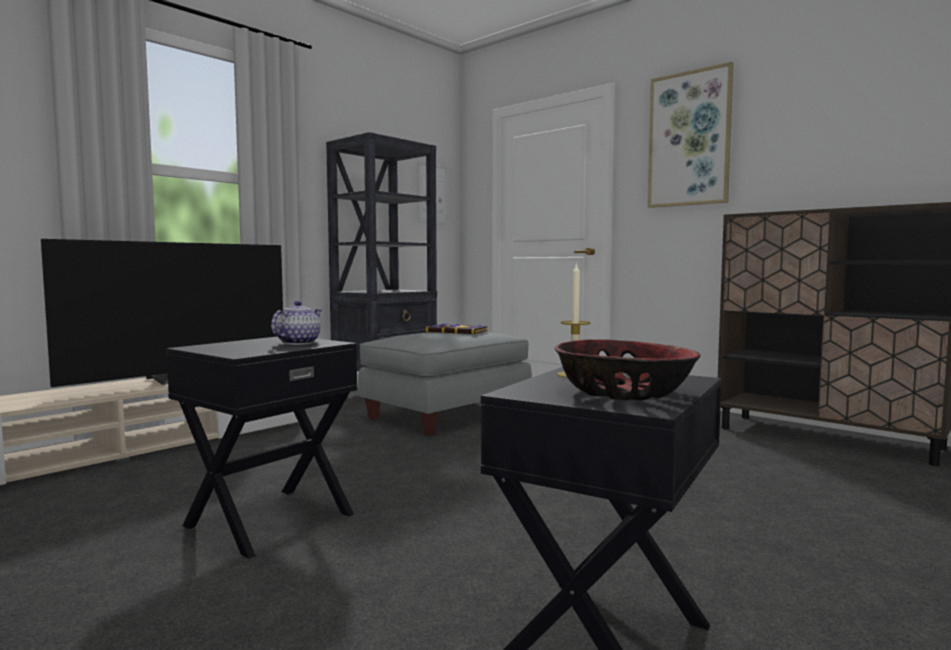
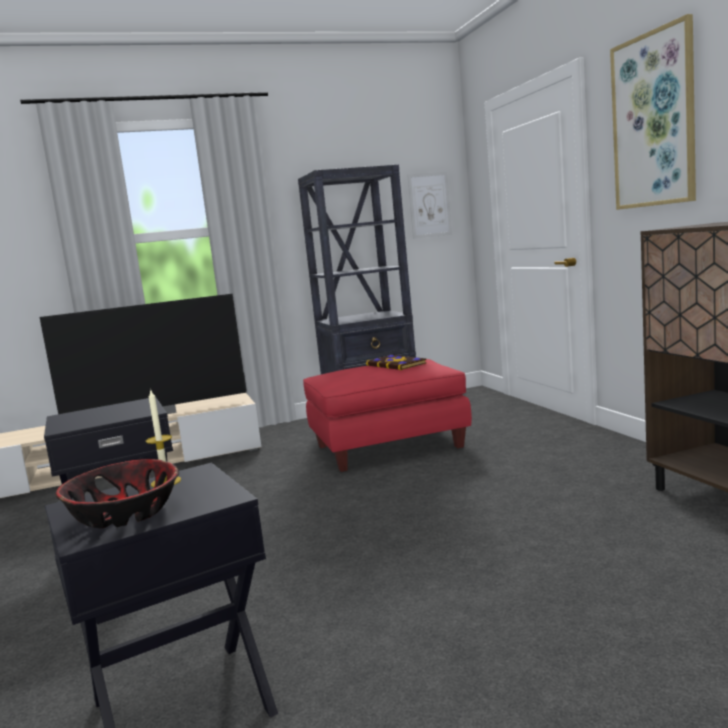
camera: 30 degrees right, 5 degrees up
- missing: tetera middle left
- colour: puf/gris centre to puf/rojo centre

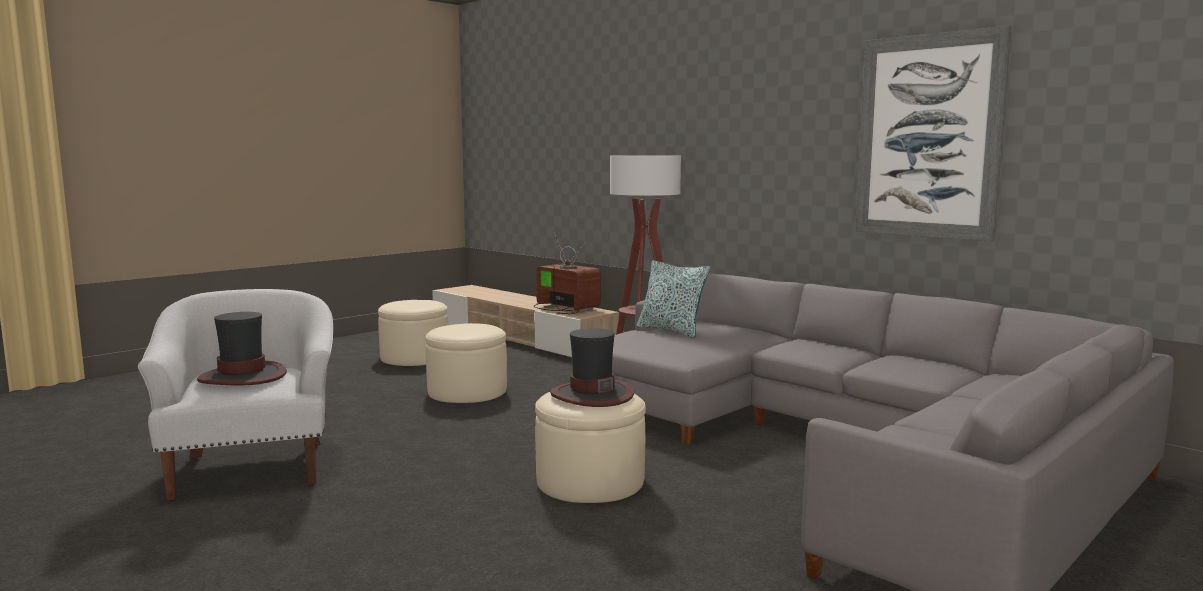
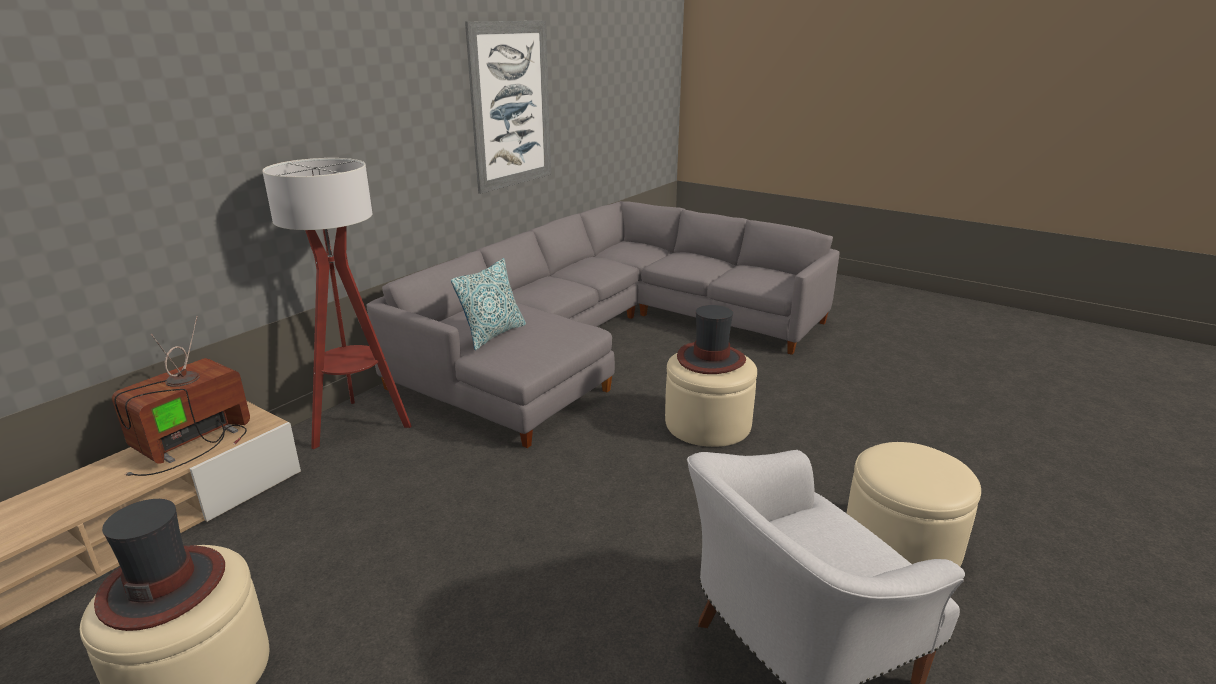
camera: 100 degrees left, 15 degrees up
- relocated: sombrero (no. 1 from left) middle left to bottom left
- relocated: puf/beis (no. 2 from left in the first image) centre to puf/beis (no. 3 from left) bottom right

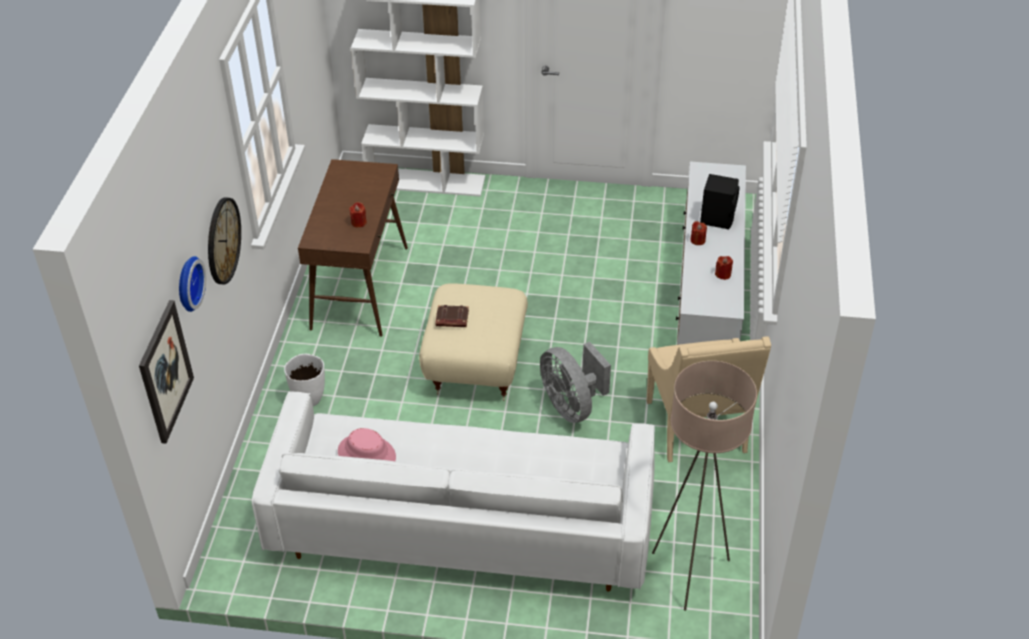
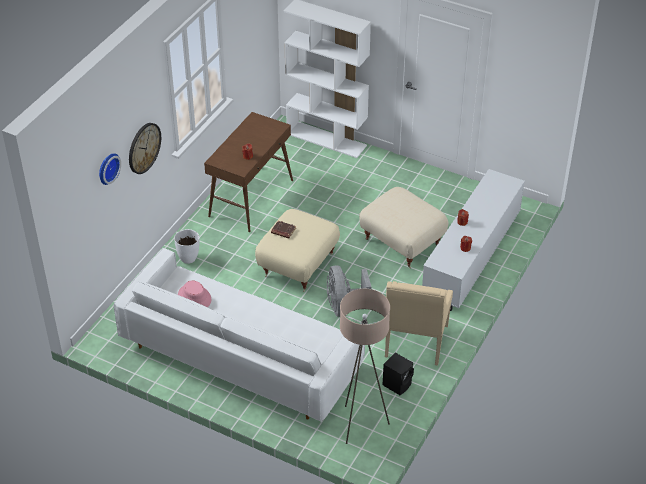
camera: 20 degrees right, 0 degrees up
- missing: cuadro middle left
- relocated: altavoz/negro top right to bottom centre
- appeared: puf/beis (no. 2 from left) centre

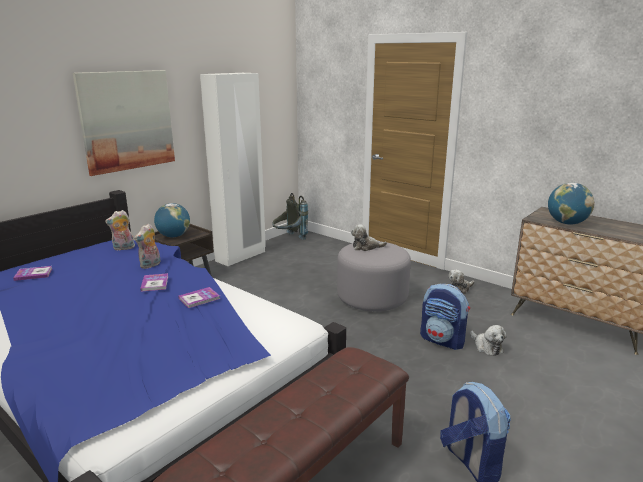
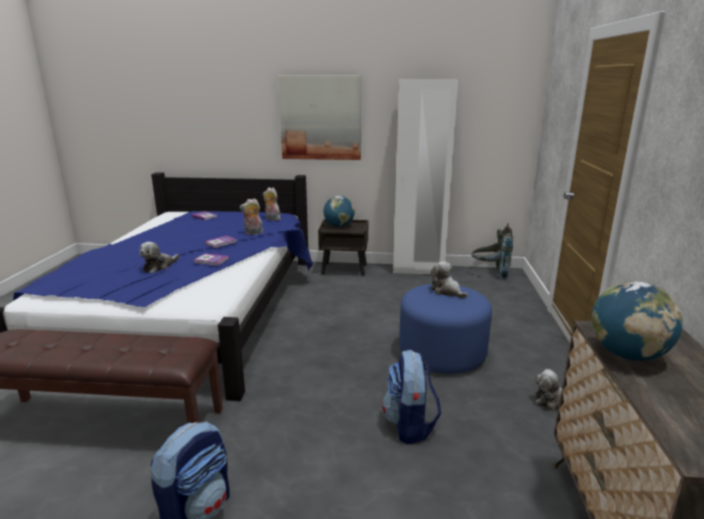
camera: 55 degrees right, 0 degrees up
- colour: puf/gris centre to puf/azul centre
- relocated: peluche (no. 5 from left in the first image) bottom right to peluche (no. 1 from left) middle left

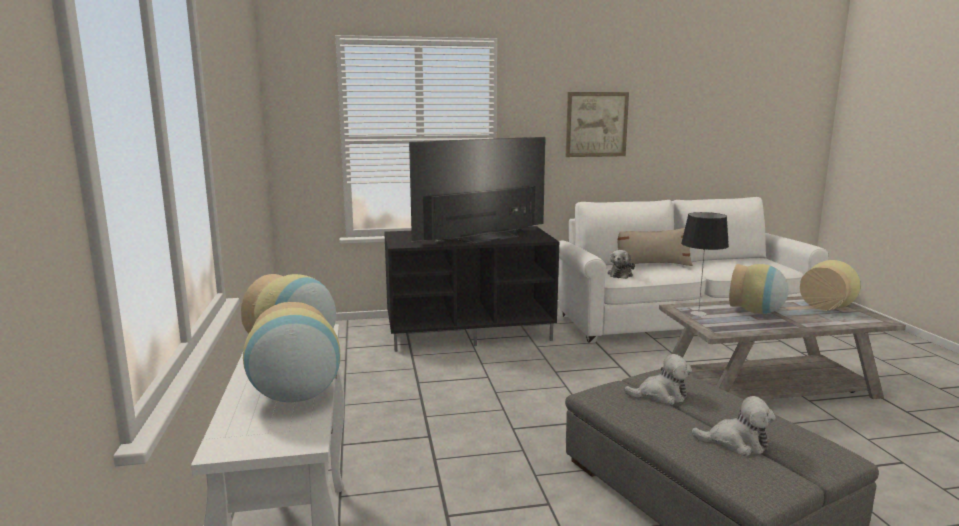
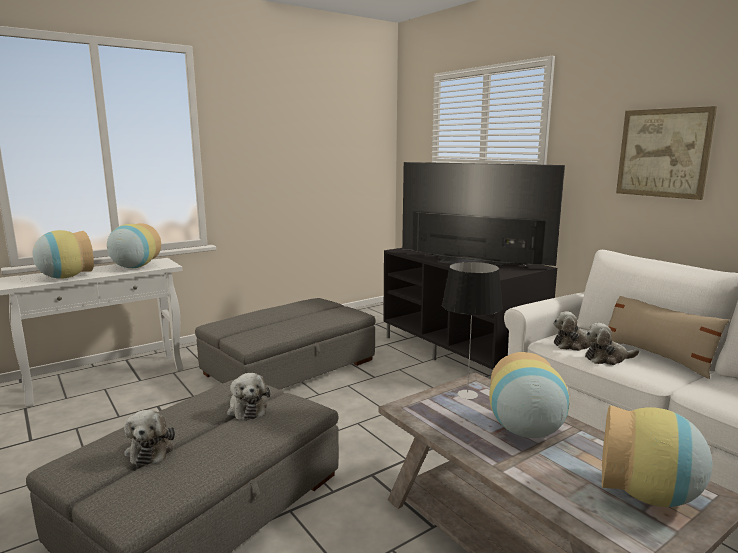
camera: 65 degrees right, 0 degrees up
- appeared: puf/gris (no. 2 from left) centre
- appeared: peluche (no. 4 from left) middle right

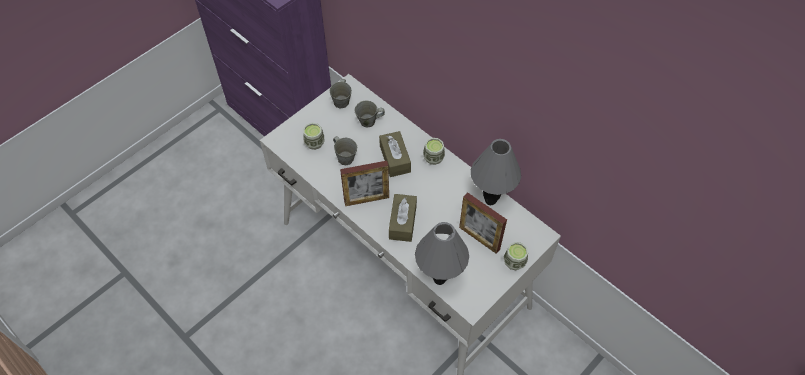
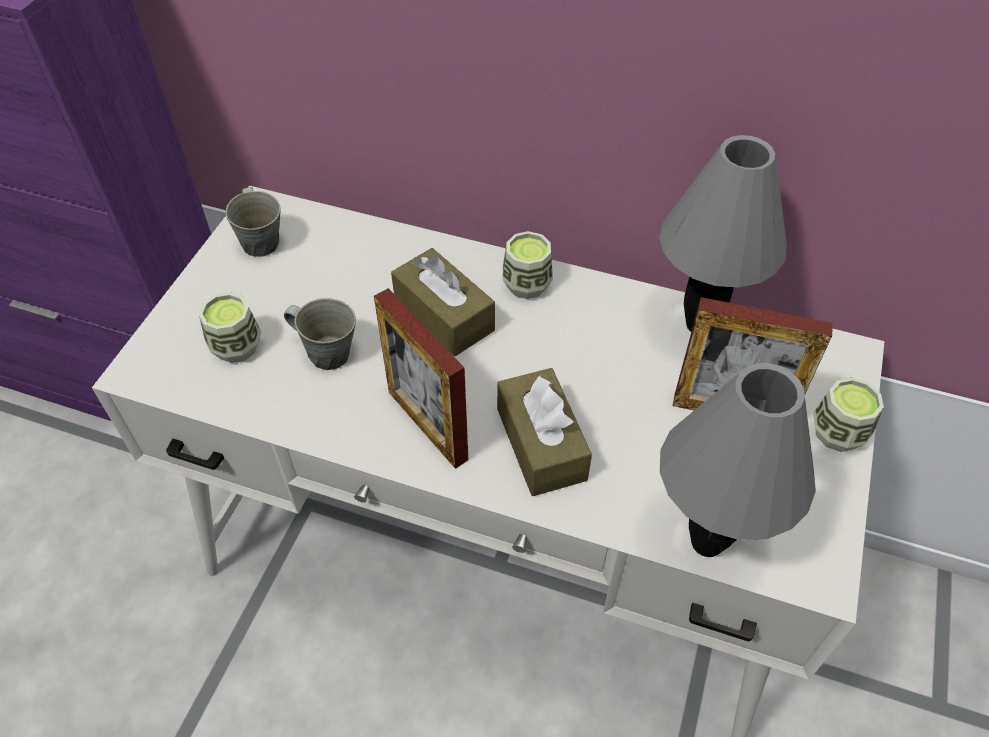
camera: 25 degrees left, 5 degrees down
- spun: portarretratos (no. 1 from left) centre = centre 90 degrees clockwise
- missing: taza grande/gris (no. 3 from left) top centre

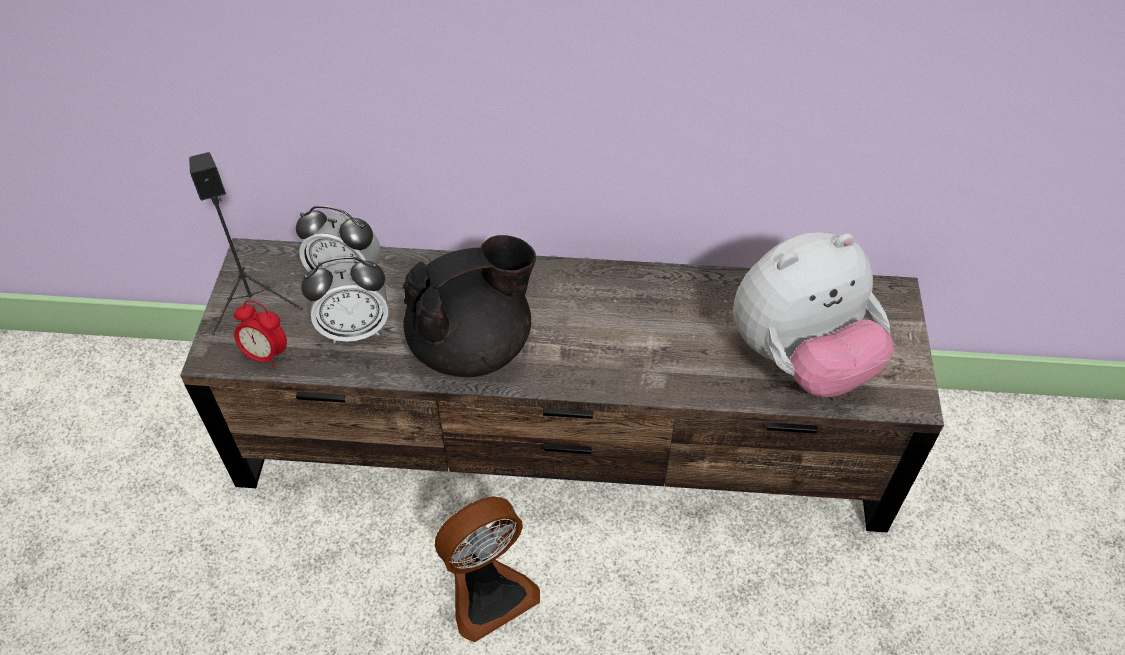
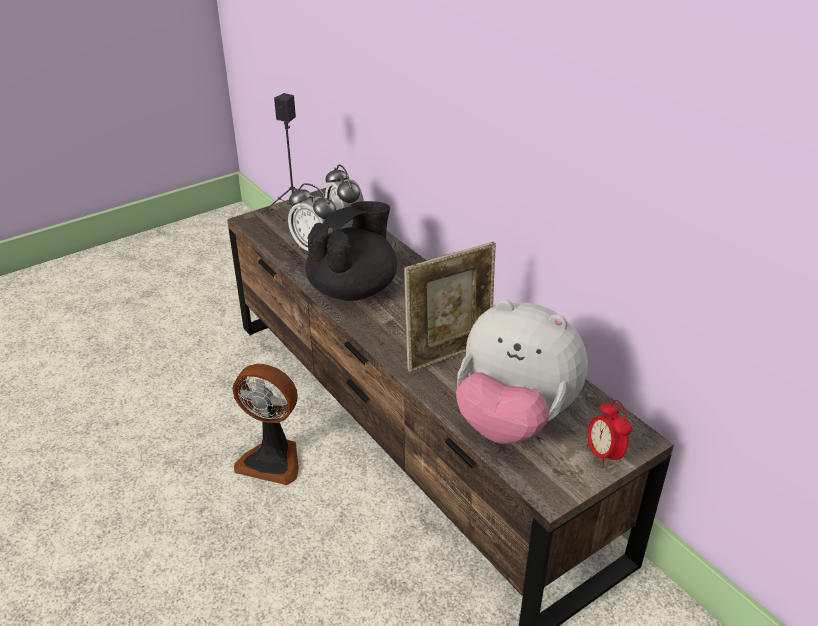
camera: 50 degrees right, 15 degrees down
- relocated: despertador (no. 1 from left in the first image) middle left to despertador (no. 3 from left) bottom right
- spun: tetera/negro centre = centre 75 degrees counterclockwise
- appeared: portarretratos centre

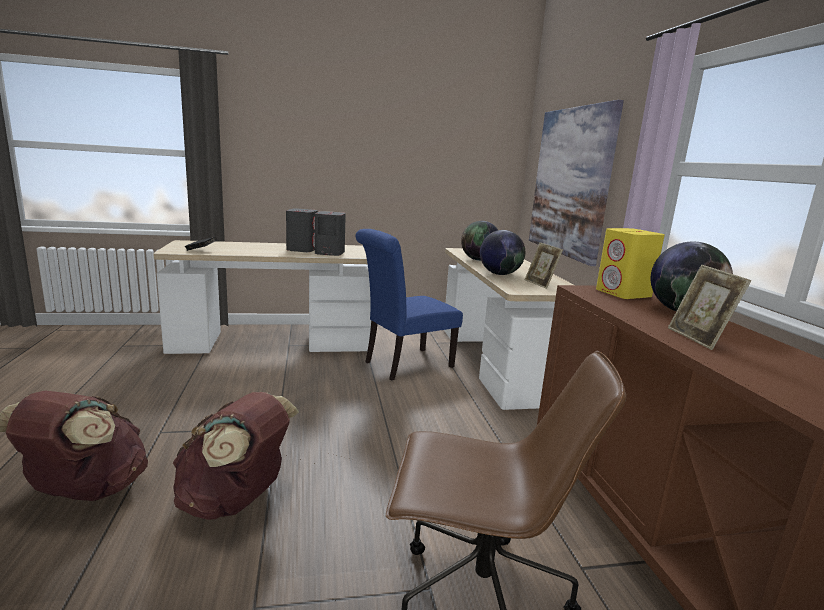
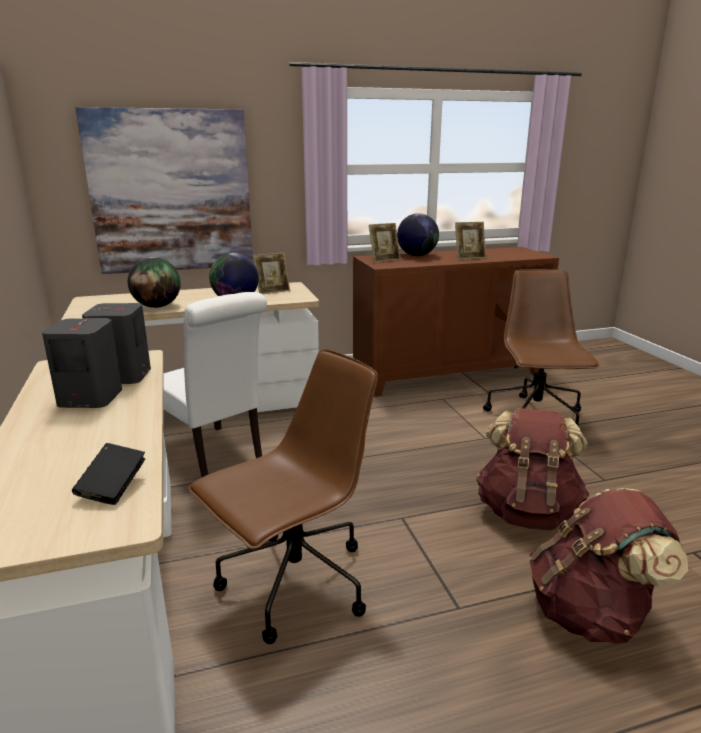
camera: 95 degrees left, 5 degrees up
- colour: silla/azul centre to silla/blanco middle left
- exchanged: altavoz/amarillo middle right to portarretratos (no. 2 from left) top centre
- appeared: silla de oficina/marrón (no. 1 from left) bottom centre

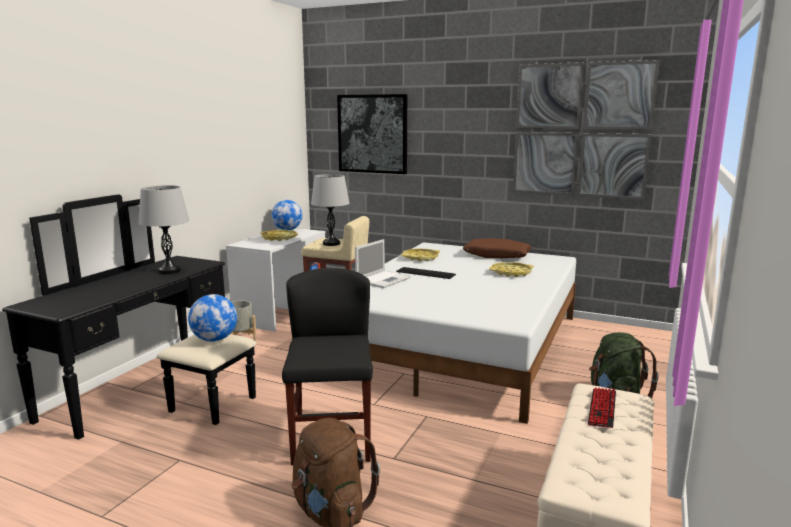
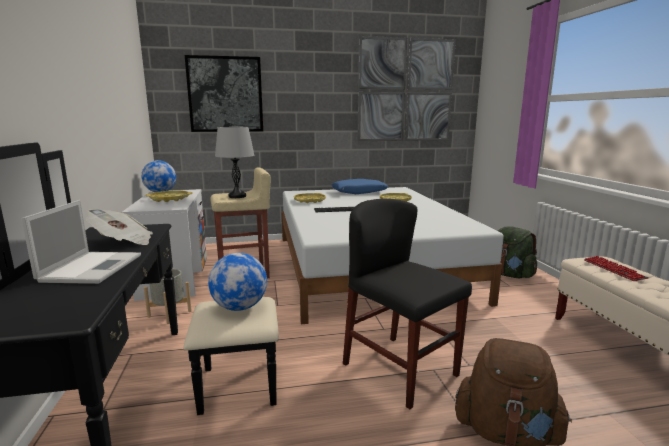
camera: 35 degrees left, 0 degrees up
- exchanged: lámpara de mesa/gris (no. 1 from left) middle left to periódico middle left
- relocated: portátil centre to middle left
- colour: cojín/marrón centre to cojín/azul centre

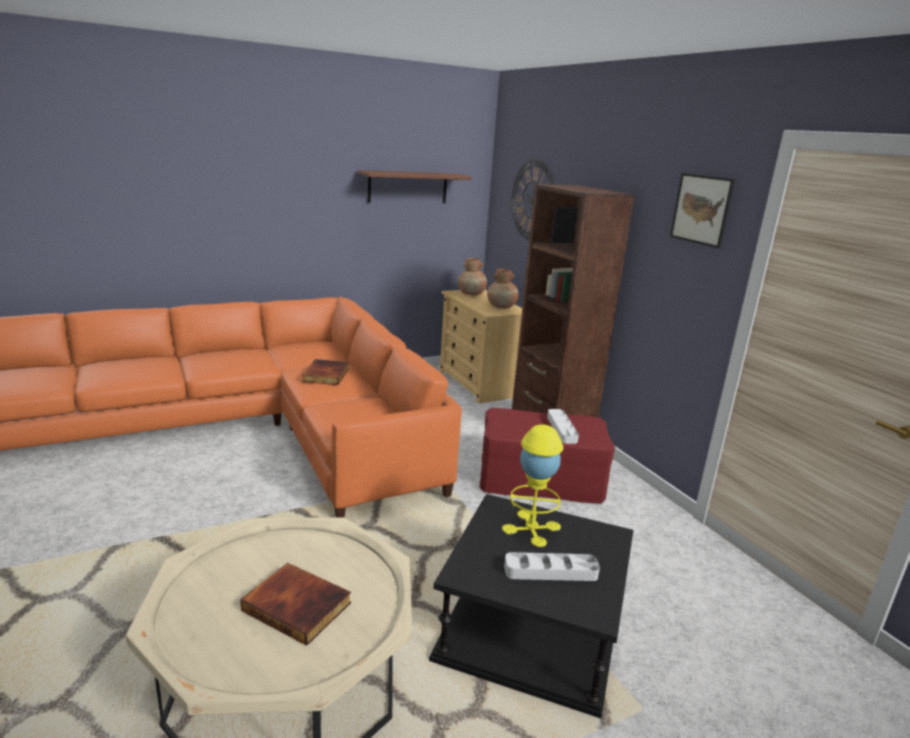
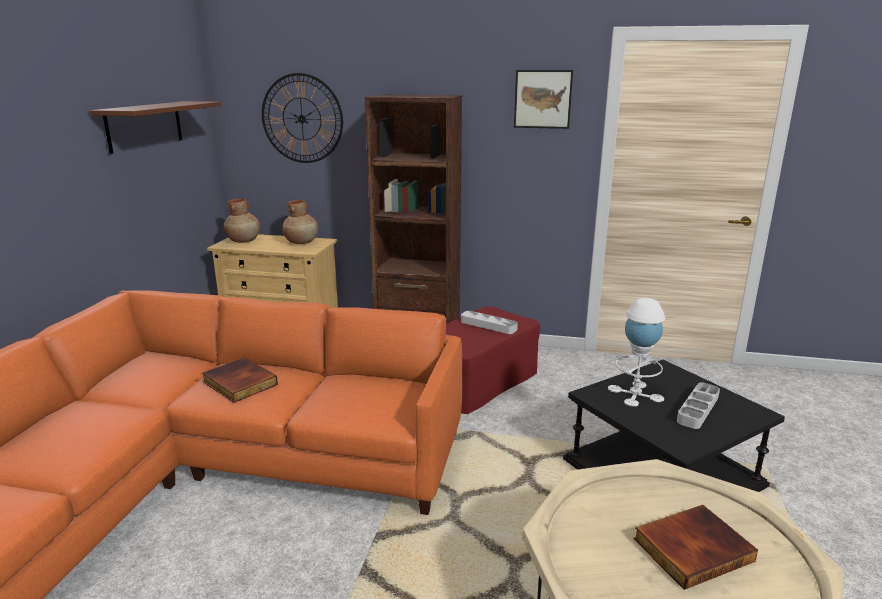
camera: 50 degrees left, 0 degrees up
- colour: lámpara de mesa/amarillo centre to lámpara de mesa/blanco middle right

